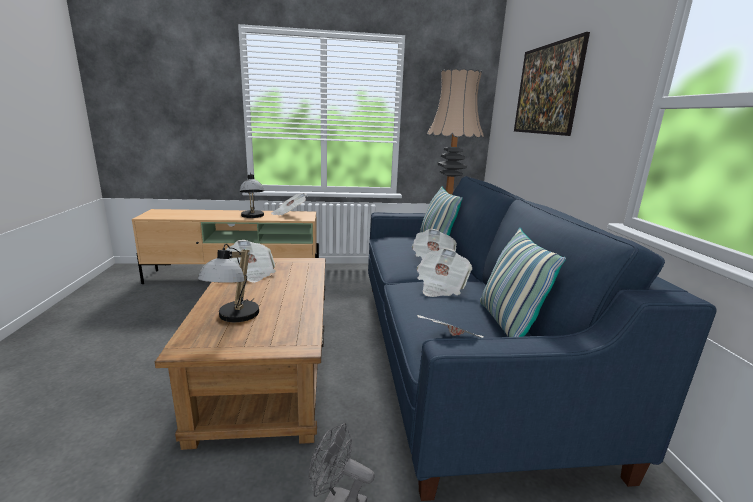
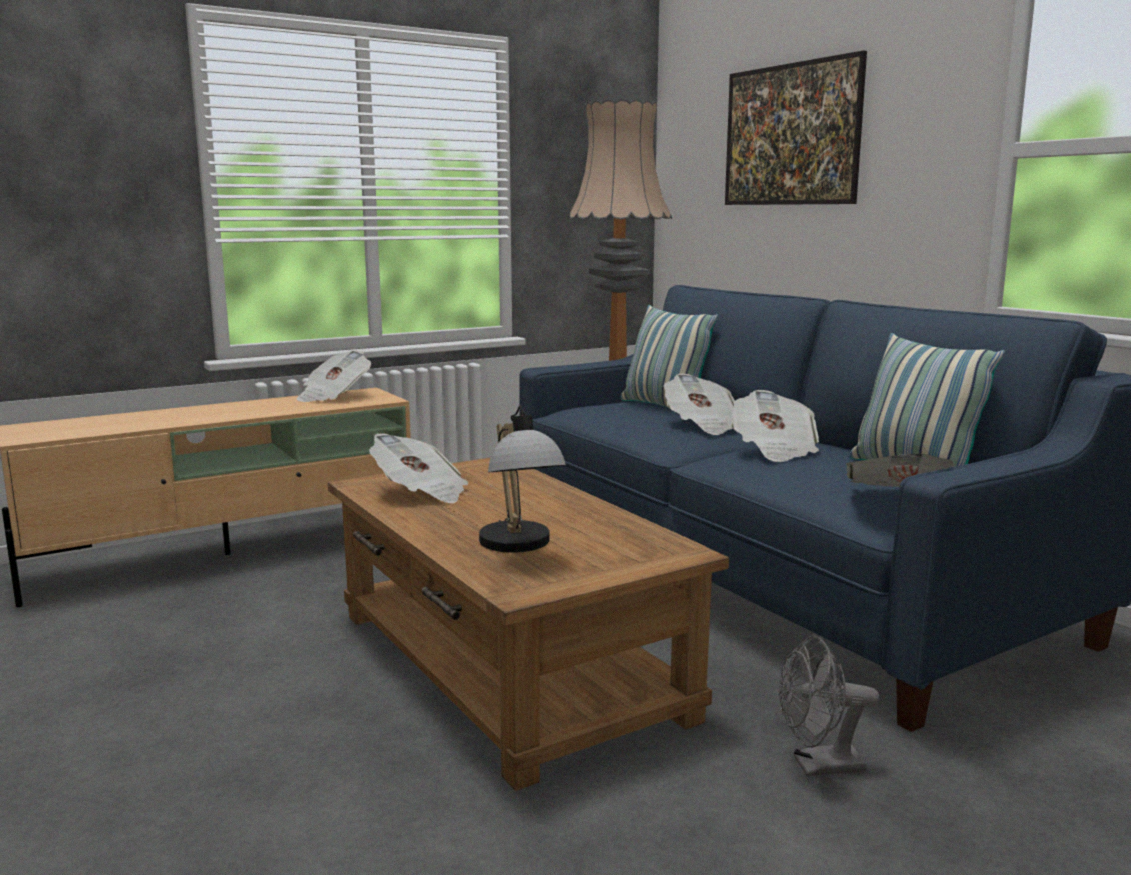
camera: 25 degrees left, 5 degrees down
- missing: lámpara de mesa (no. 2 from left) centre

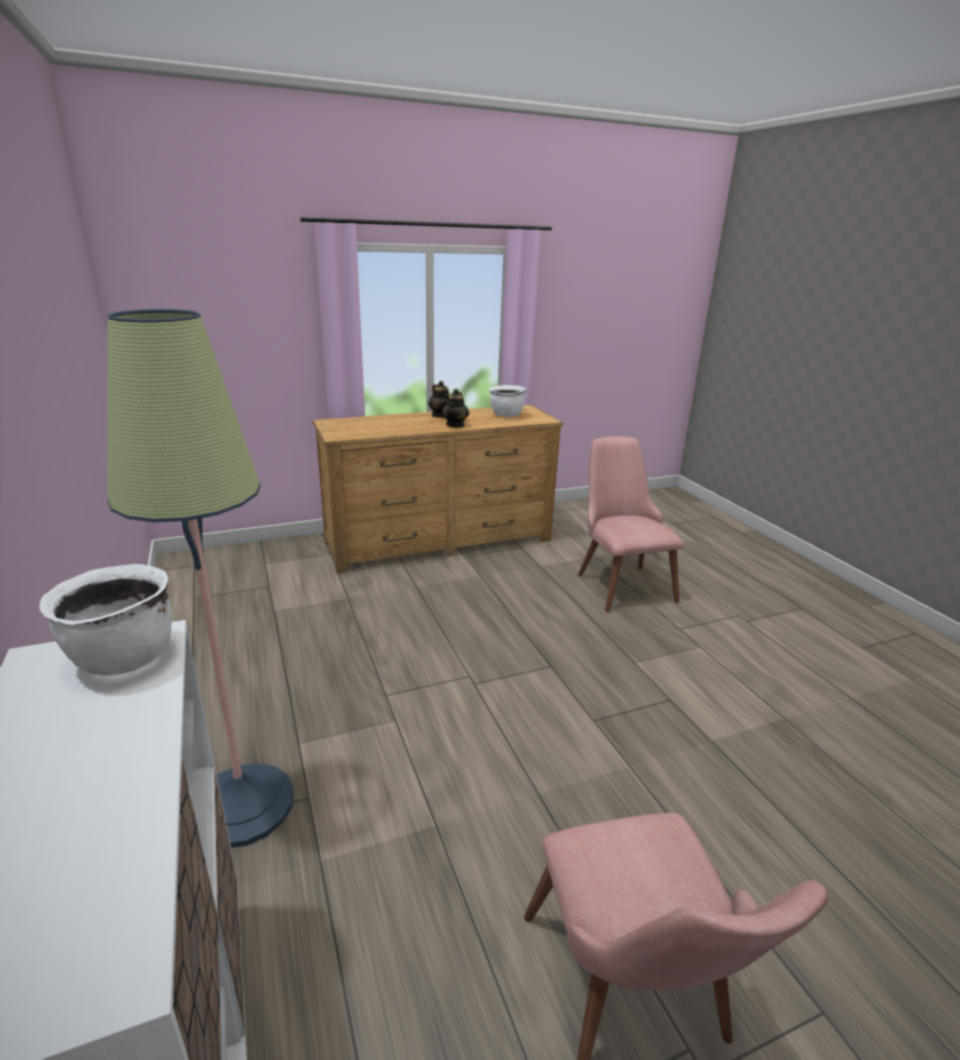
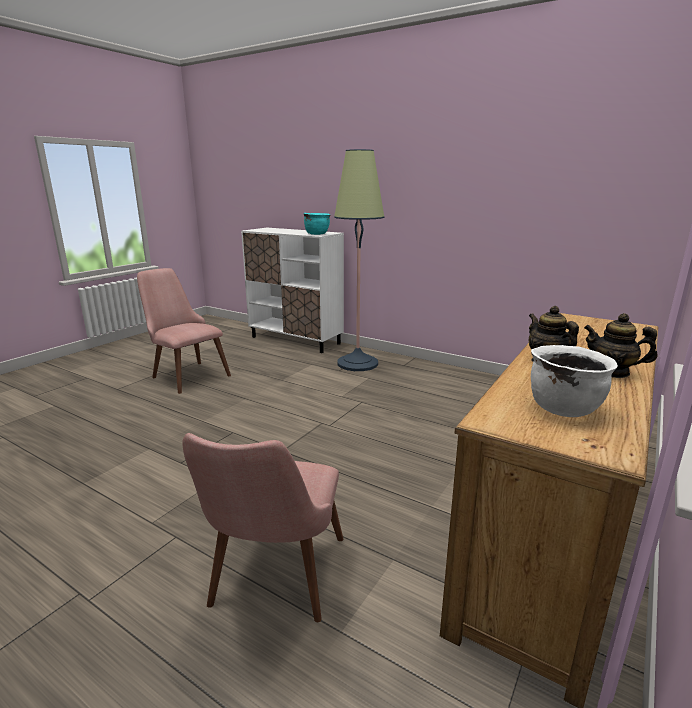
camera: 145 degrees right, 5 degrees down
- colour: olla/blanco (no. 1 from left) middle left to olla/turquesa top centre
- spun: silla/rosa (no. 1 from left in the first image) centre = bottom centre 60 degrees clockwise

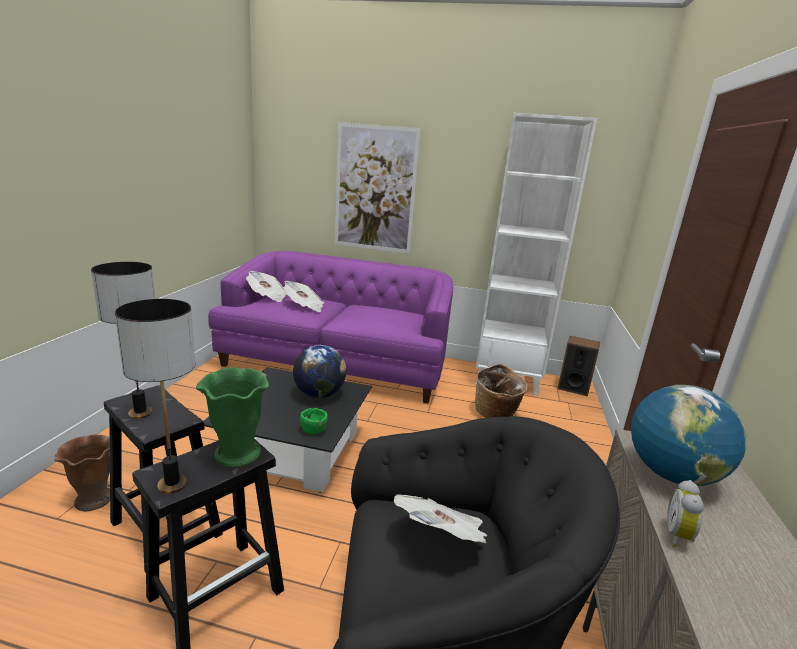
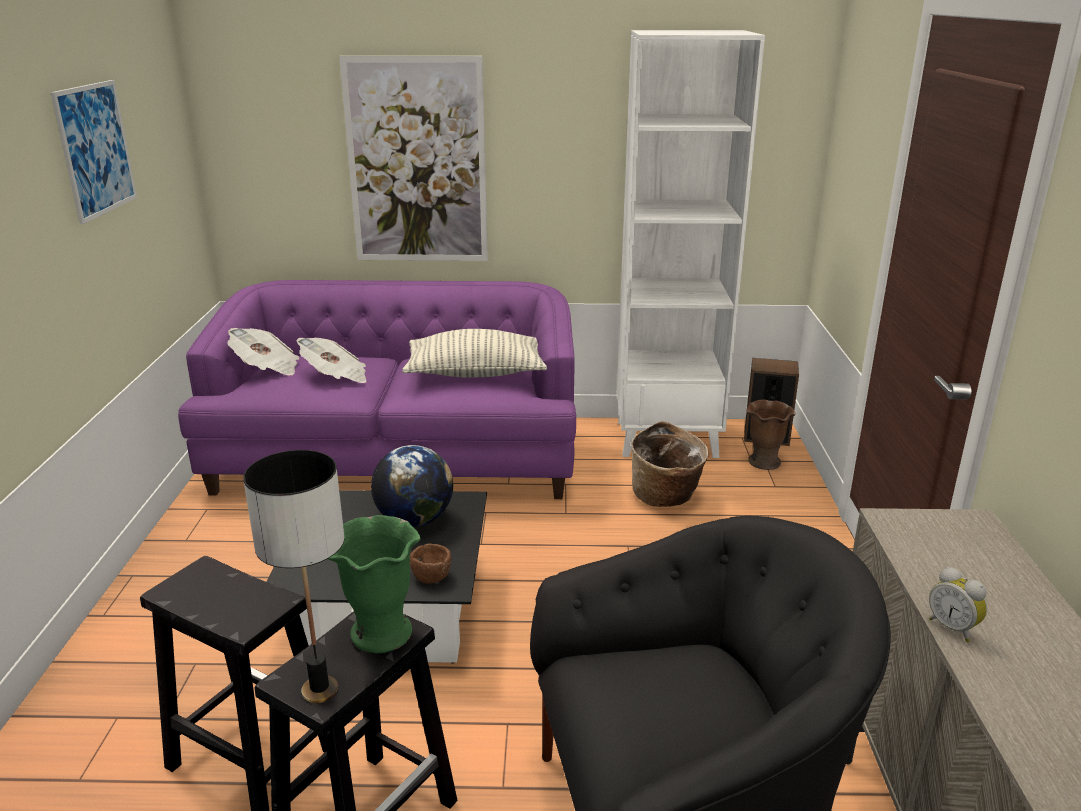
camera: 10 degrees left, 5 degrees up
- relocated: florero/marrón bottom left to middle right
- missing: lámpara de mesa (no. 1 from left) middle left
- colour: cuenco/verde centre to cuenco/marrón bottom centre
- missing: periódico (no. 3 from left) bottom centre
- missing: globo terráqueo (no. 2 from left) bottom right
- spun: despertador bottom right = bottom right 45 degrees counterclockwise
- appeared: cuadro (no. 1 from left) top left
- appeared: cojín centre

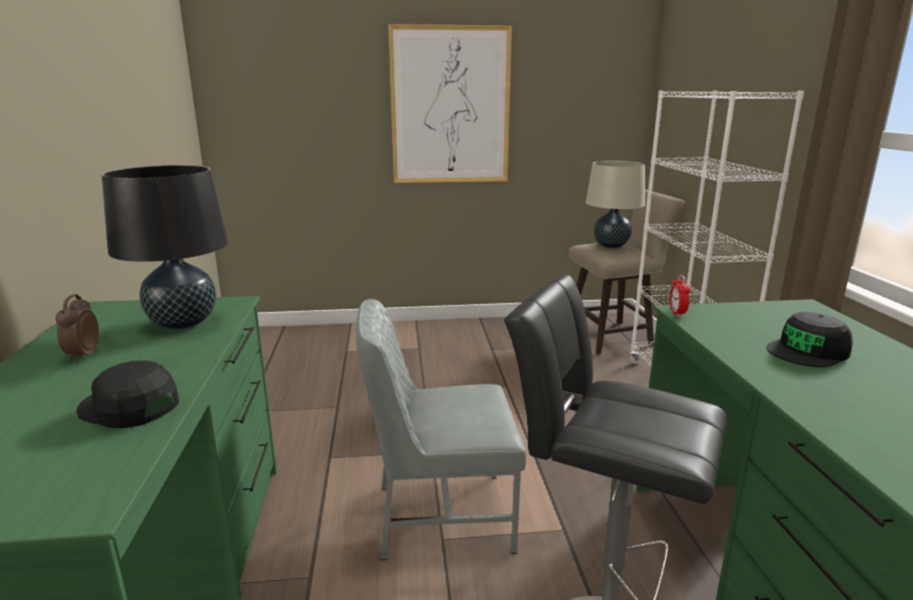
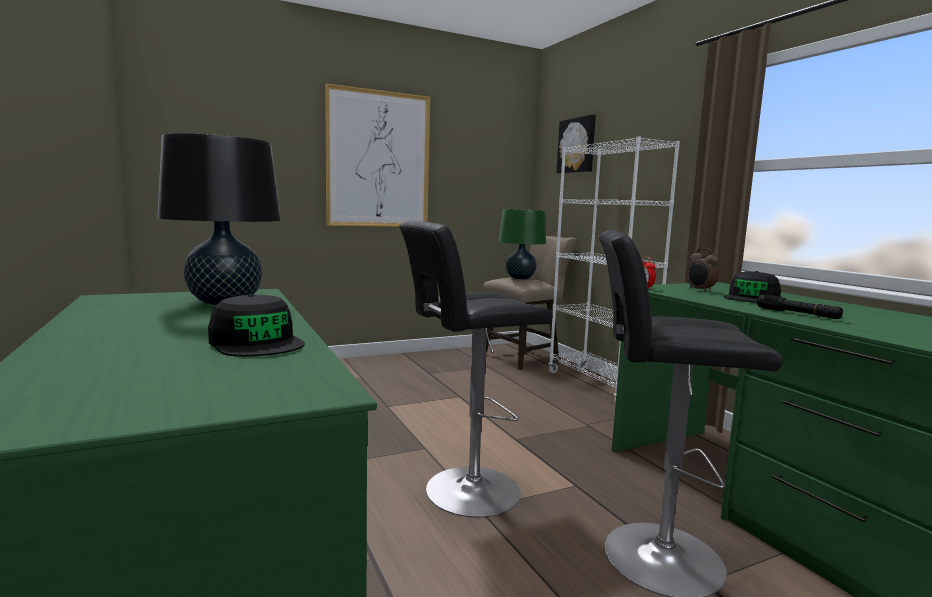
camera: 20 degrees left, 10 degrees down
- relocated: despertador (no. 1 from left in the first image) middle left to despertador (no. 2 from left) middle right
- spun: gorra/negro (no. 1 from left) middle left = middle left 135 degrees counterclockwise
- exchanged: silla/gris bottom centre to taburete/negro (no. 1 from left) centre
- colour: lámpara de mesa/beis middle right to lámpara de mesa/verde centre
- appeared: cuadro (no. 2 from left) top centre
- appeared: linterna/negro middle right

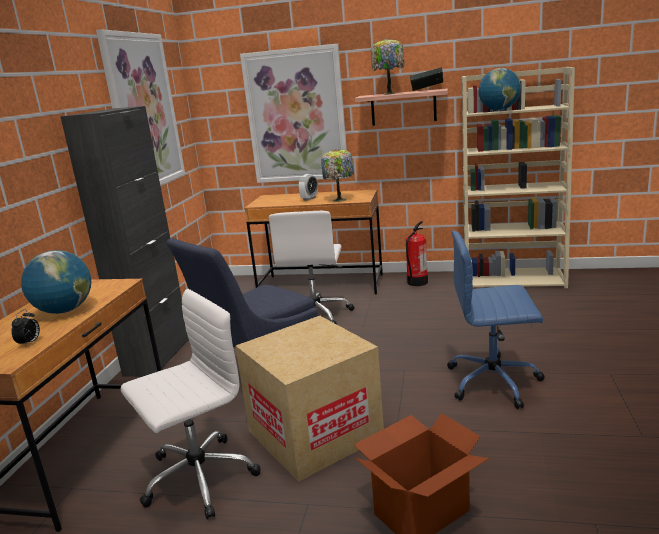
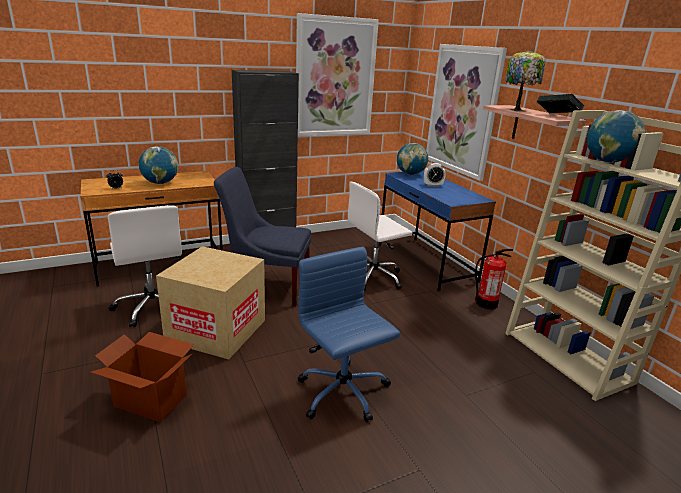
camera: 50 degrees right, 5 degrees up
- spun: silla de oficina/blanco (no. 1 from left) bottom left = middle left 45 degrees clockwise
- colour: escritorio/marrón (no. 2 from left) centre to escritorio/azul centre
- missing: lámpara de mesa (no. 1 from left) top centre
- appeared: globo terráqueo (no. 2 from left) top centre

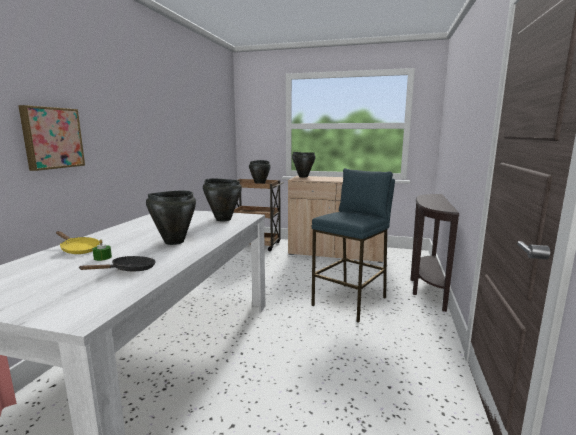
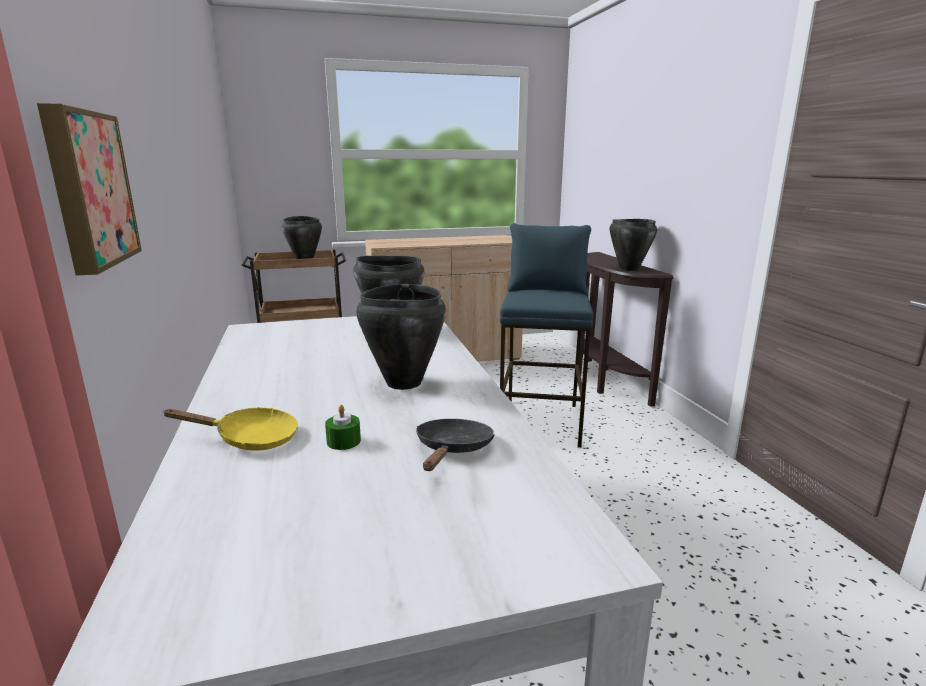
camera: 30 degrees left, 5 degrees up
- relocated: olla/negro (no. 4 from left) centre to middle right

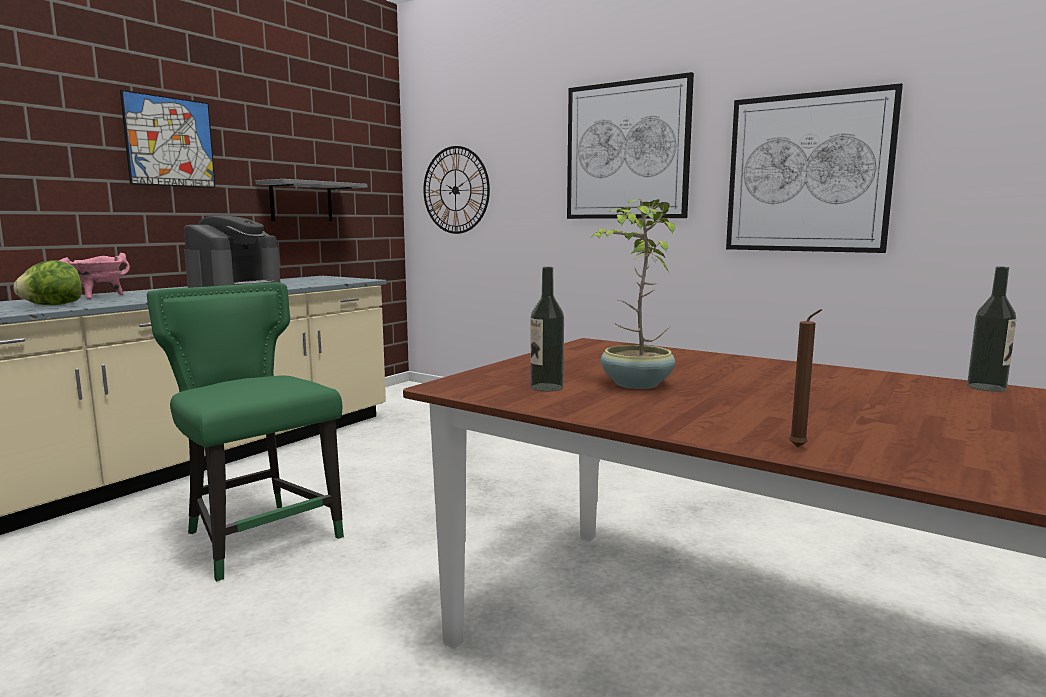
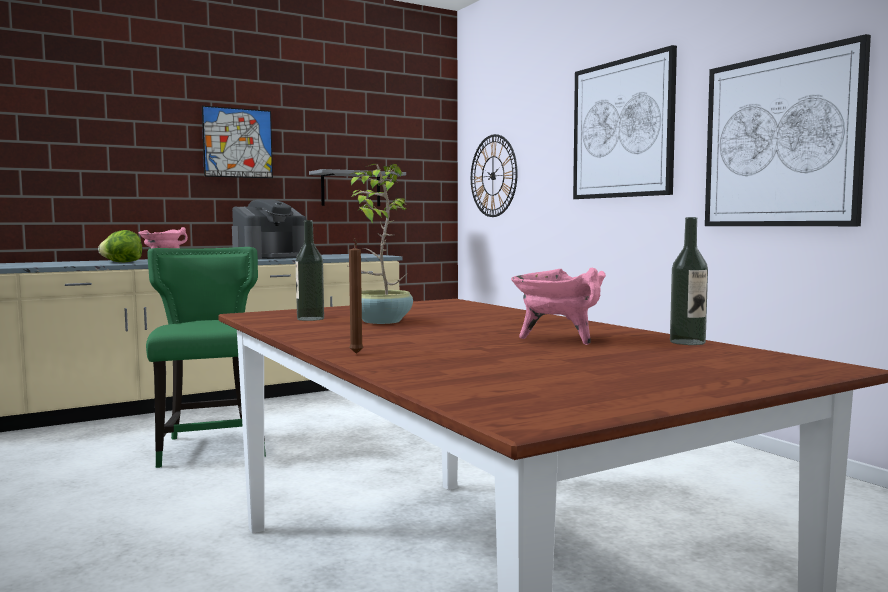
camera: 25 degrees right, 5 degrees down
- appeared: olla/rosa (no. 2 from left) centre

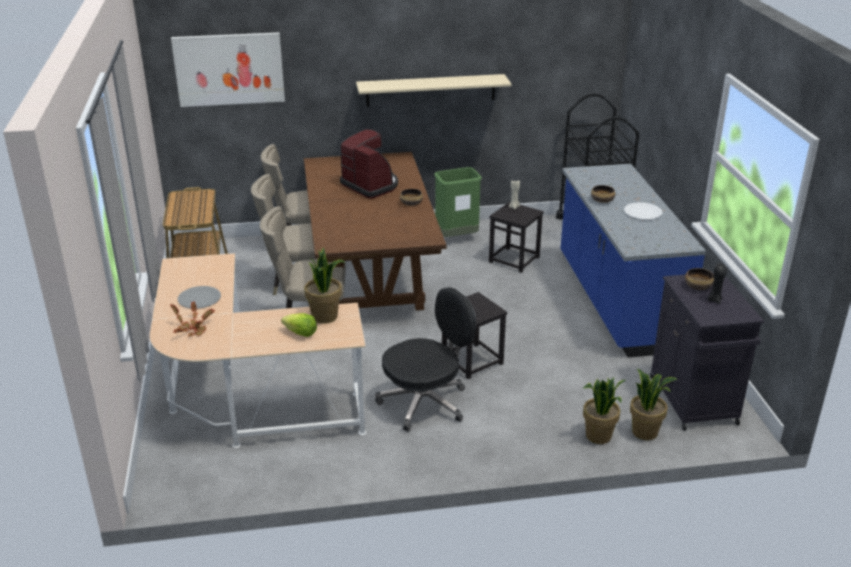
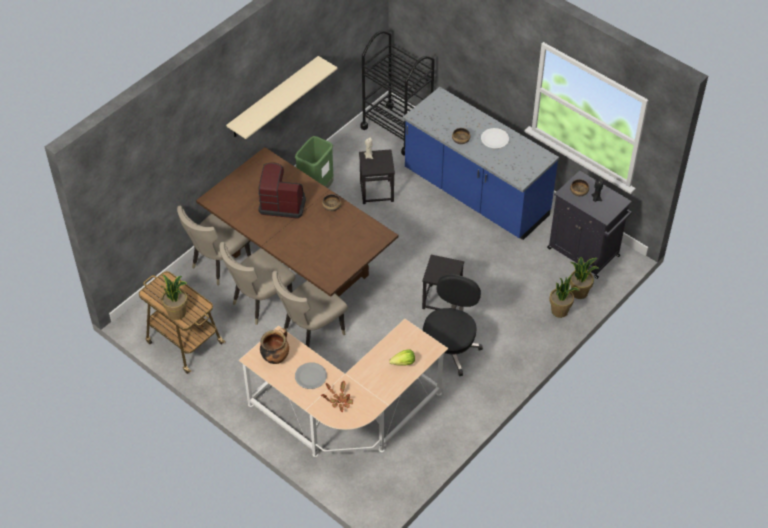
camera: 40 degrees left, 20 degrees up
- missing: cuadro top left
- relocated: planta en maceta (no. 2 from left in the first image) centre to planta en maceta (no. 1 from left) middle left
- appeared: olla centre

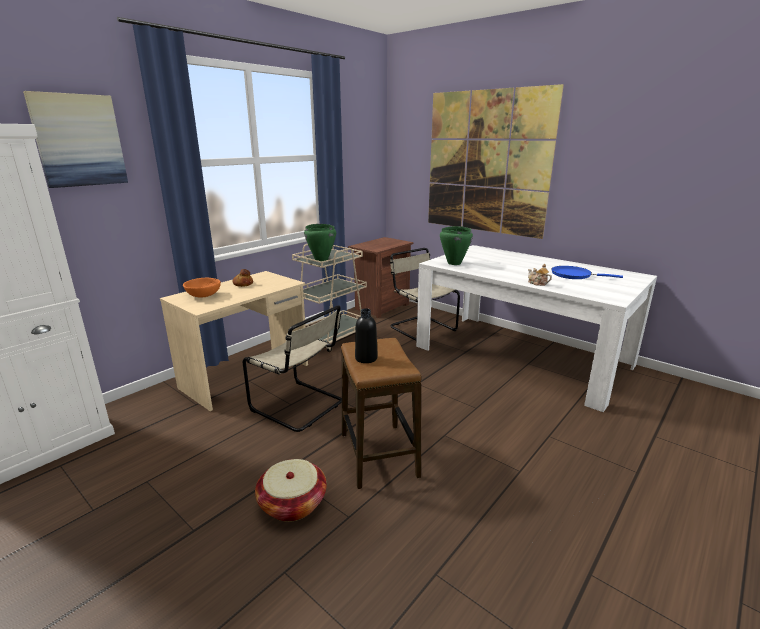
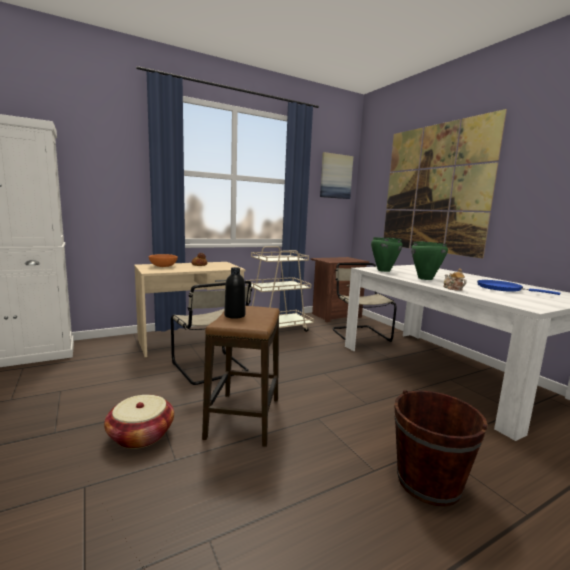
camera: 20 degrees right, 10 degrees down
- relocated: cuadro (no. 1 from left) top left to top centre
- relocated: olla/verde (no. 1 from left in the first image) centre to olla/verde (no. 2 from left) middle right
- appeared: cubo/marrón bottom right

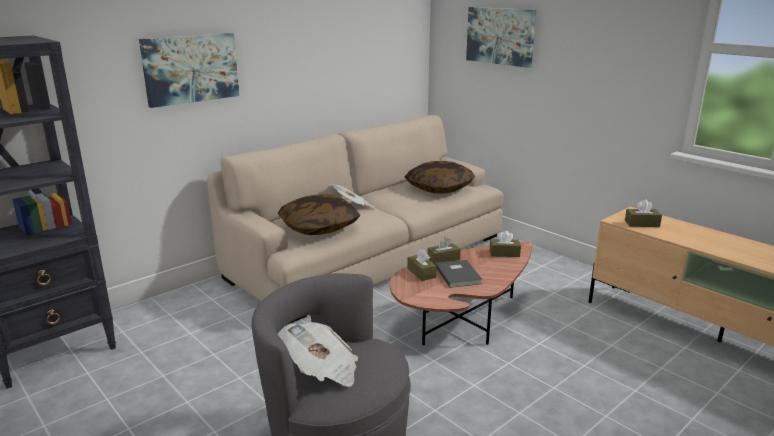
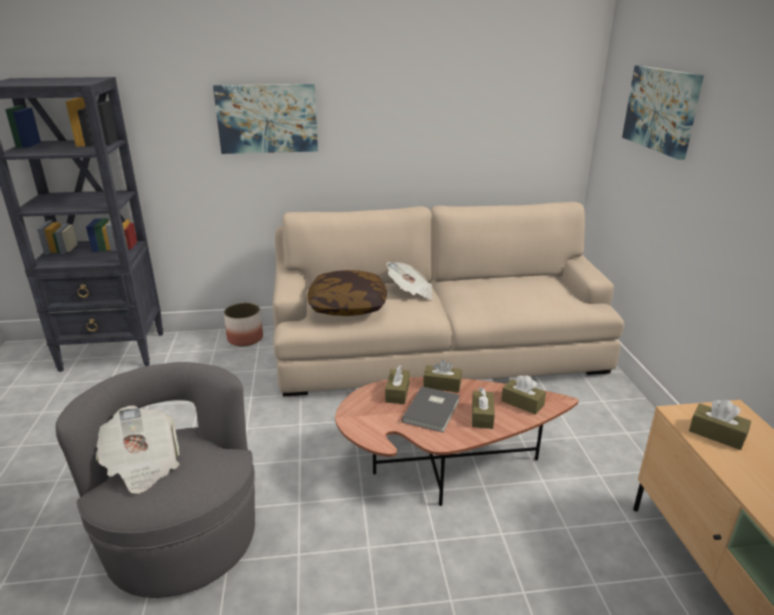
camera: 35 degrees right, 5 degrees up
- missing: cojín (no. 2 from left) centre
- appeared: maceta middle left
- appeared: caja de pañuelos/marrón (no. 3 from left) centre

